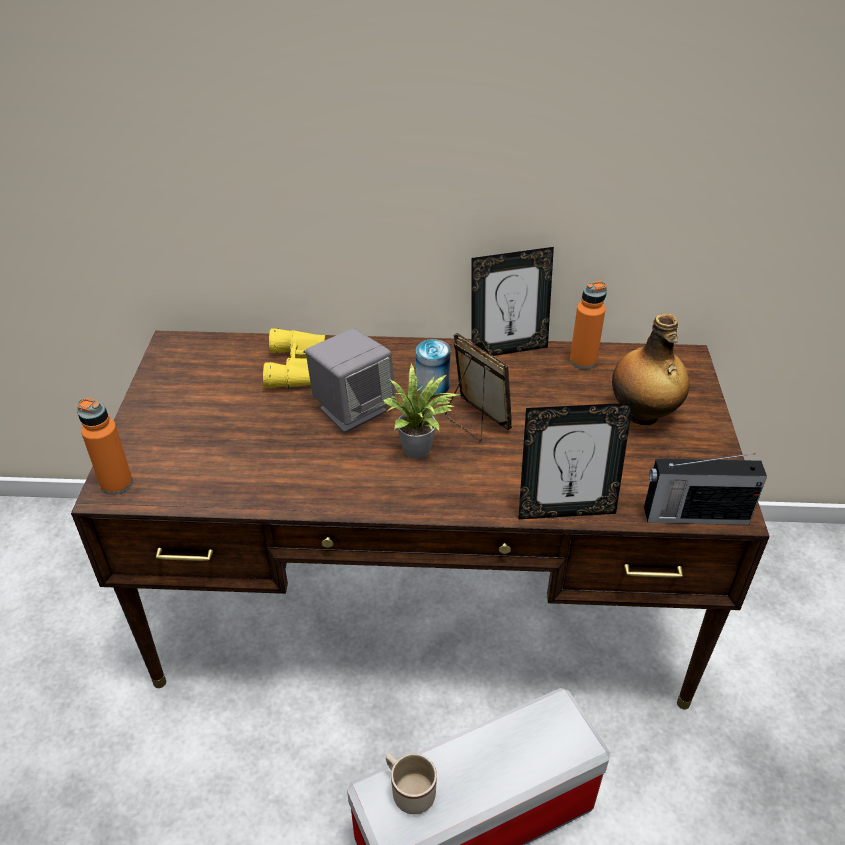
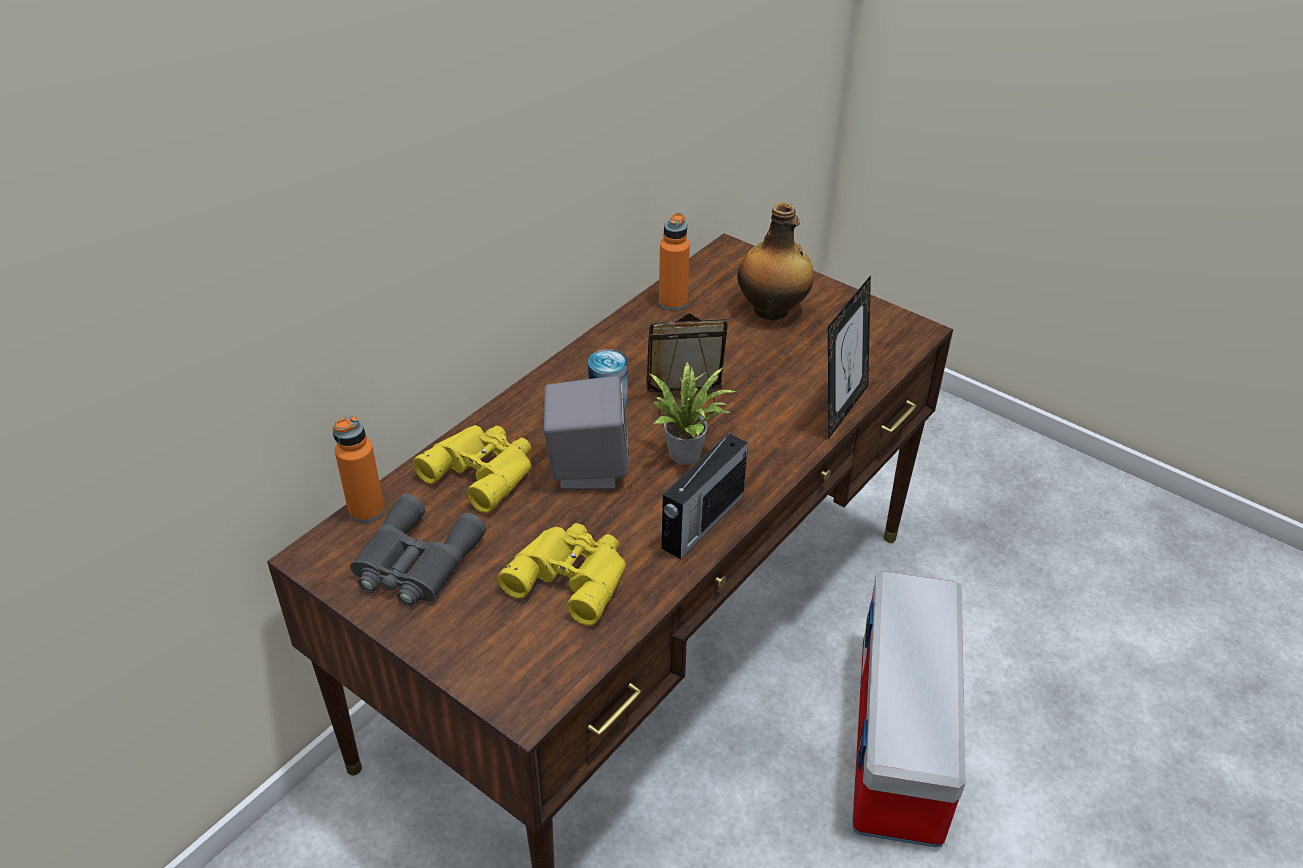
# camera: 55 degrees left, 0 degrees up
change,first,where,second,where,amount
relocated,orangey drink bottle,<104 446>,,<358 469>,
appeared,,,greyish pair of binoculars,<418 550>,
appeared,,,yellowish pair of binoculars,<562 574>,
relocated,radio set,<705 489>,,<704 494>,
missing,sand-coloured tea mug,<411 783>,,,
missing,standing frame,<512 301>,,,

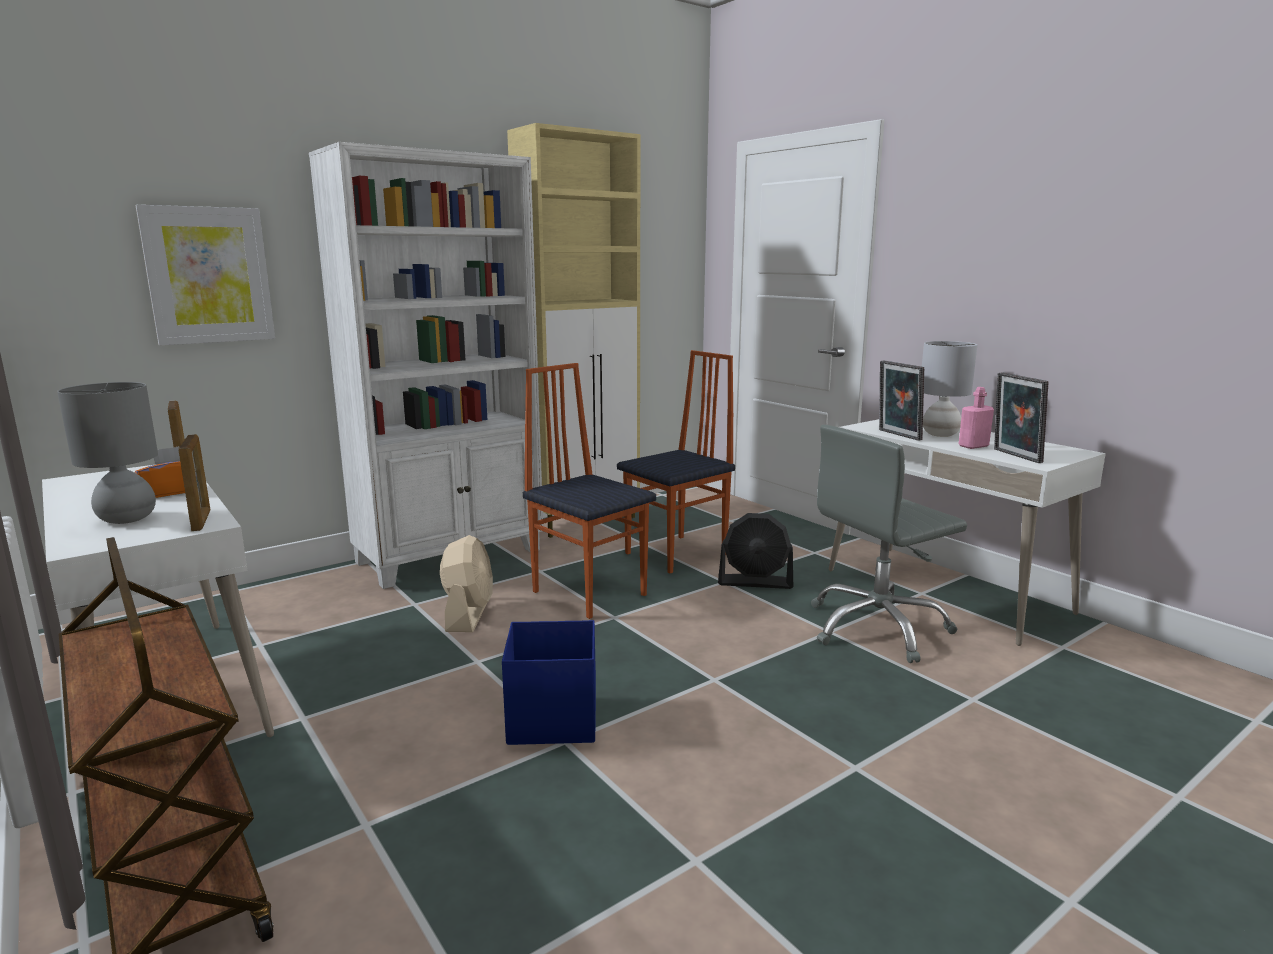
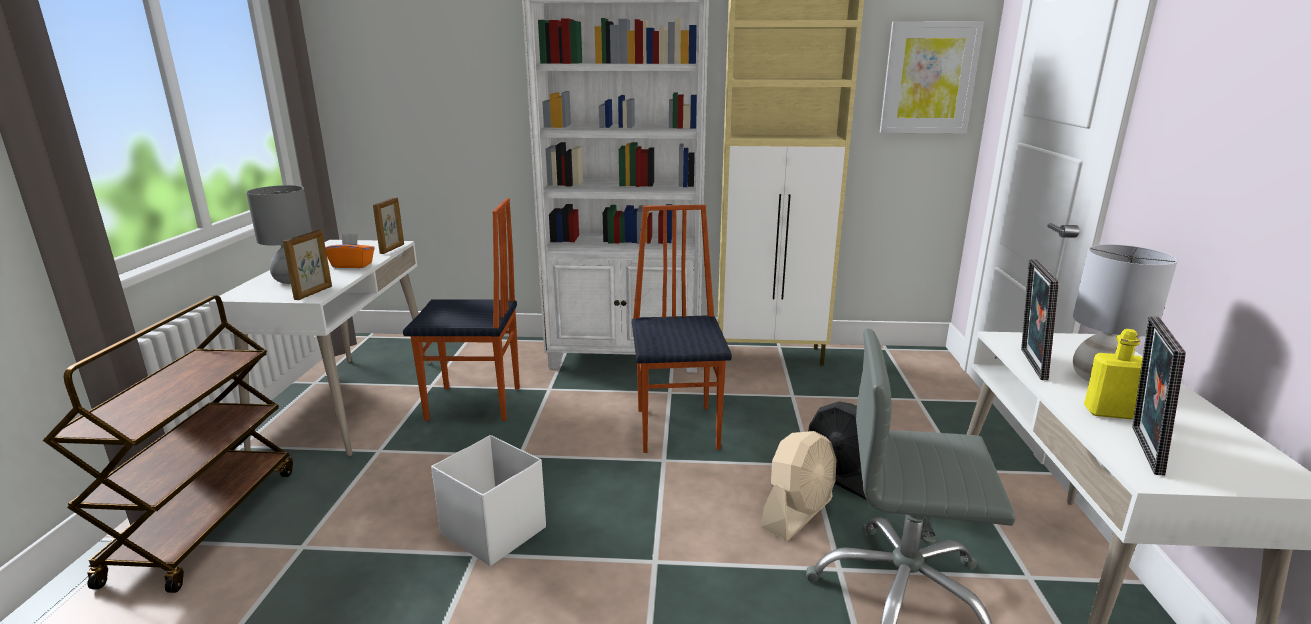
# camera: 40 degrees right, 5 degrees up
change,first,where,second,where,amount
relocated,upright chair,<676 461>,,<461 309>,
colour,bluish storage box,<549 682>,white-coloured storage box,<488 500>,
relocated,sand-coloured cooling fan,<466 583>,,<799 486>,
relocated,wall art,<205 275>,,<932 77>,
colour,pinkish drink bottle,<976 418>,yellowish drink bottle,<1113 374>,

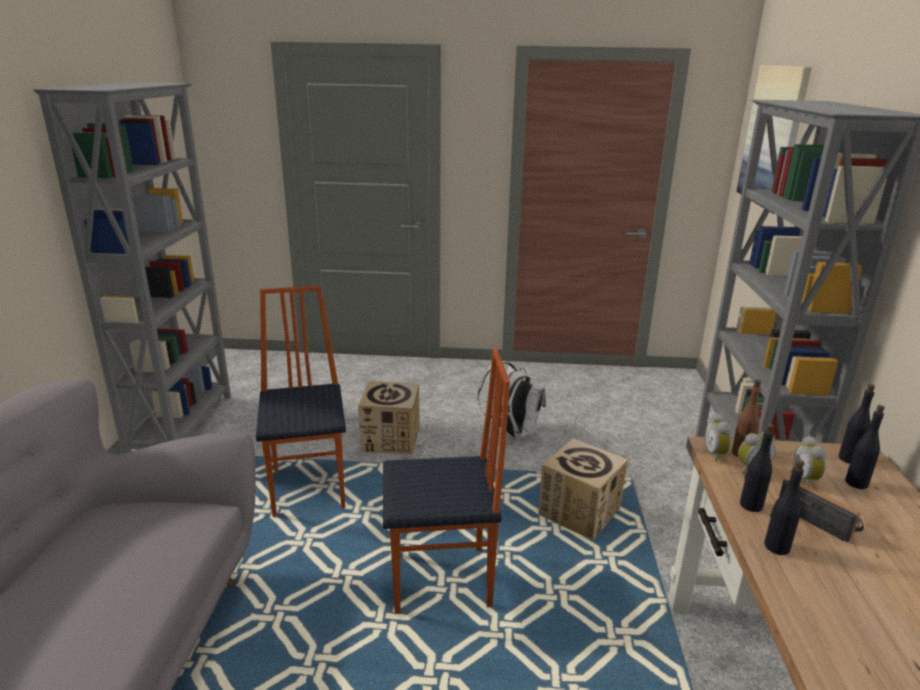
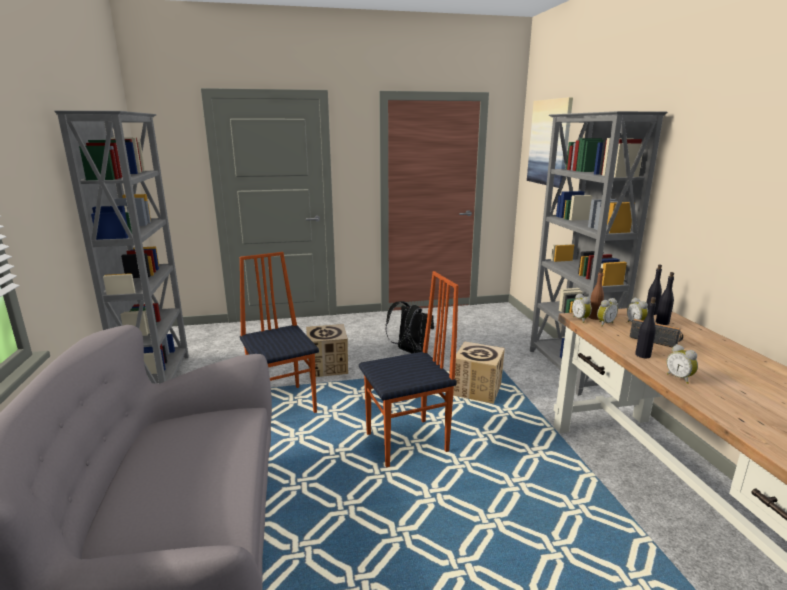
# camera: 15 degrees left, 5 degrees down
change,first,where,second,where,amount
colour,white-coloured backpack,<512 400>,black-coloured backpack,<409 327>,
appeared,,,table clock,<682 364>,
missing,black-coloured drink bottle,<757 468>,,,

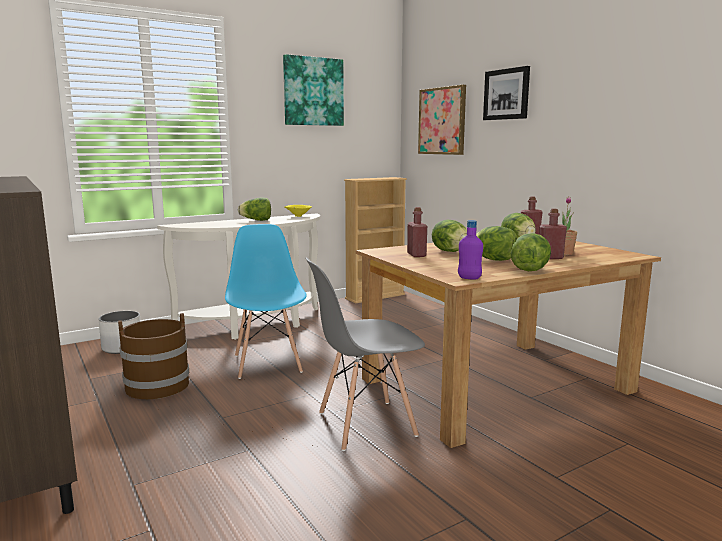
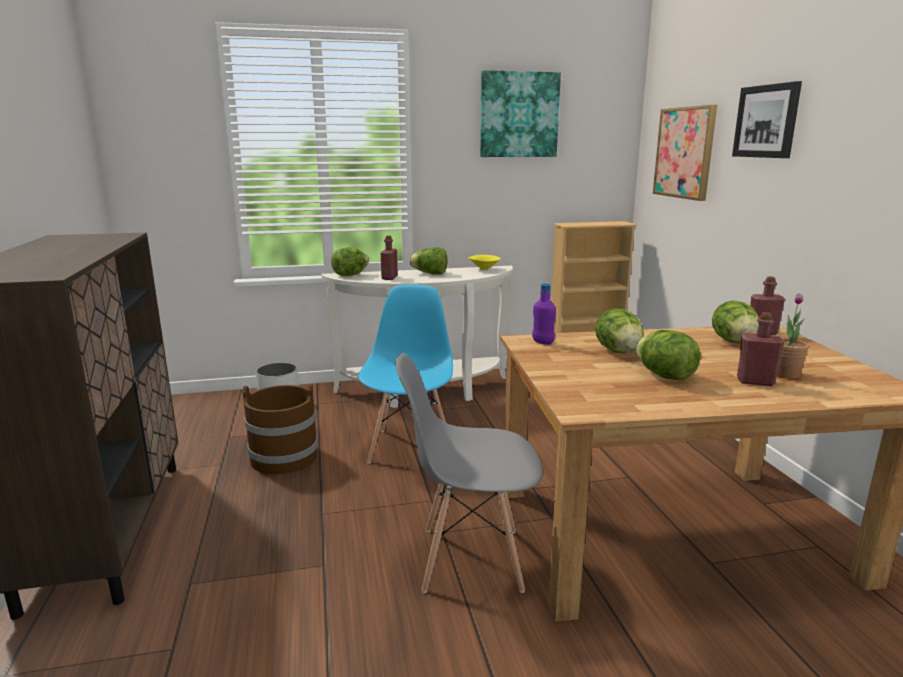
# camera: 20 degrees right, 5 degrees up
change,first,where,second,where,amount
relocated,lettuce,<531 252>,,<350 261>,
relocated,red-coloured drink bottle,<417 232>,,<389 258>,
relocated,purple drink bottle,<470 249>,,<544 314>,

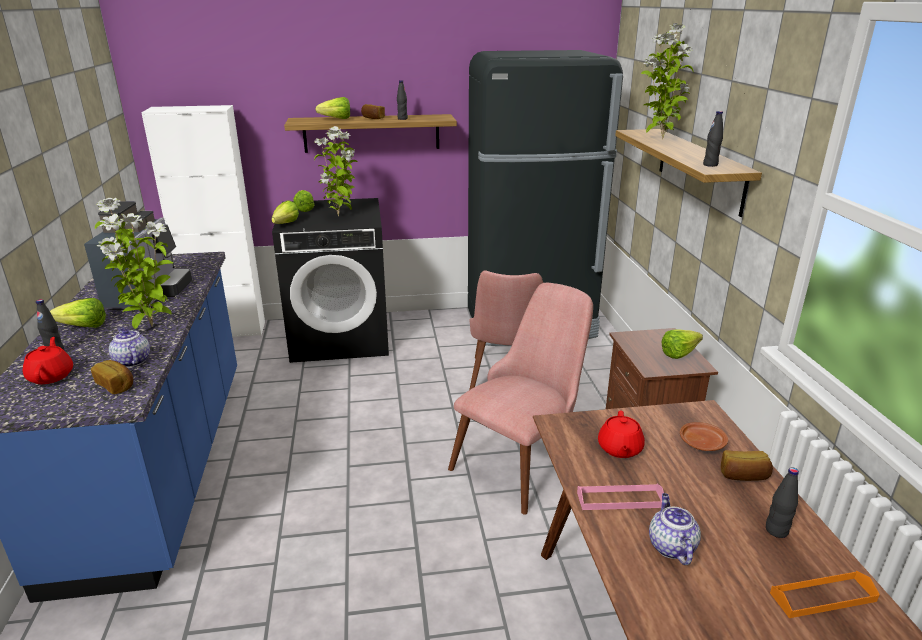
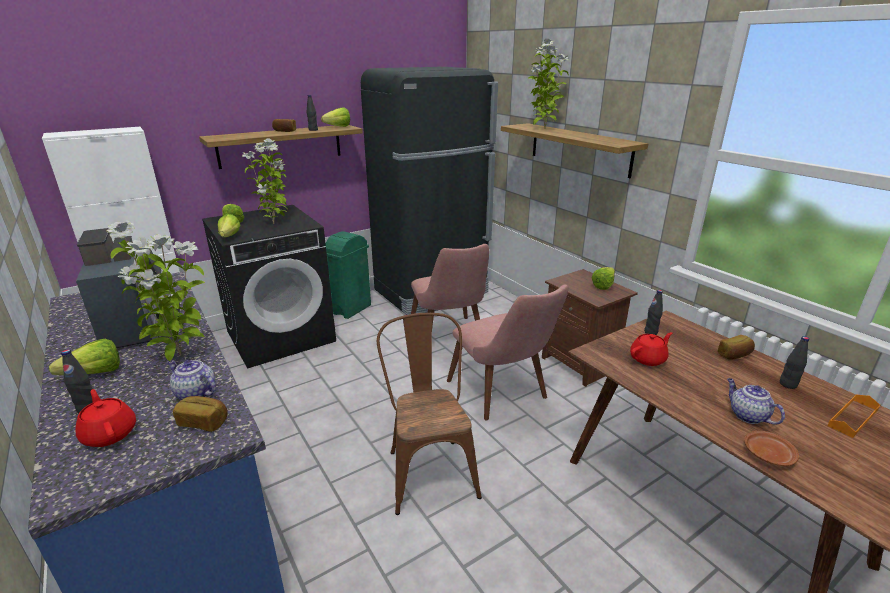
# camera: 25 degrees left, 0 degrees up
change,first,where,second,where,amount
relocated,lettuce,<332 108>,,<335 117>,
appeared,,,green trash can,<348 275>,
appeared,,,brown upright chair,<429 414>,
spun,pinkish upright chair,<520 399>,,<508 352>,135 degrees clockwise
spun,red-coloured pot for tea,<621 434>,,<651 349>,105 degrees counterclockwise
relocated,black-coloured drink bottle,<713 139>,,<653 312>,
relocated,brown dinner plate,<704 436>,,<771 448>,
missing,pinkish carrying tray,<620 497>,,,

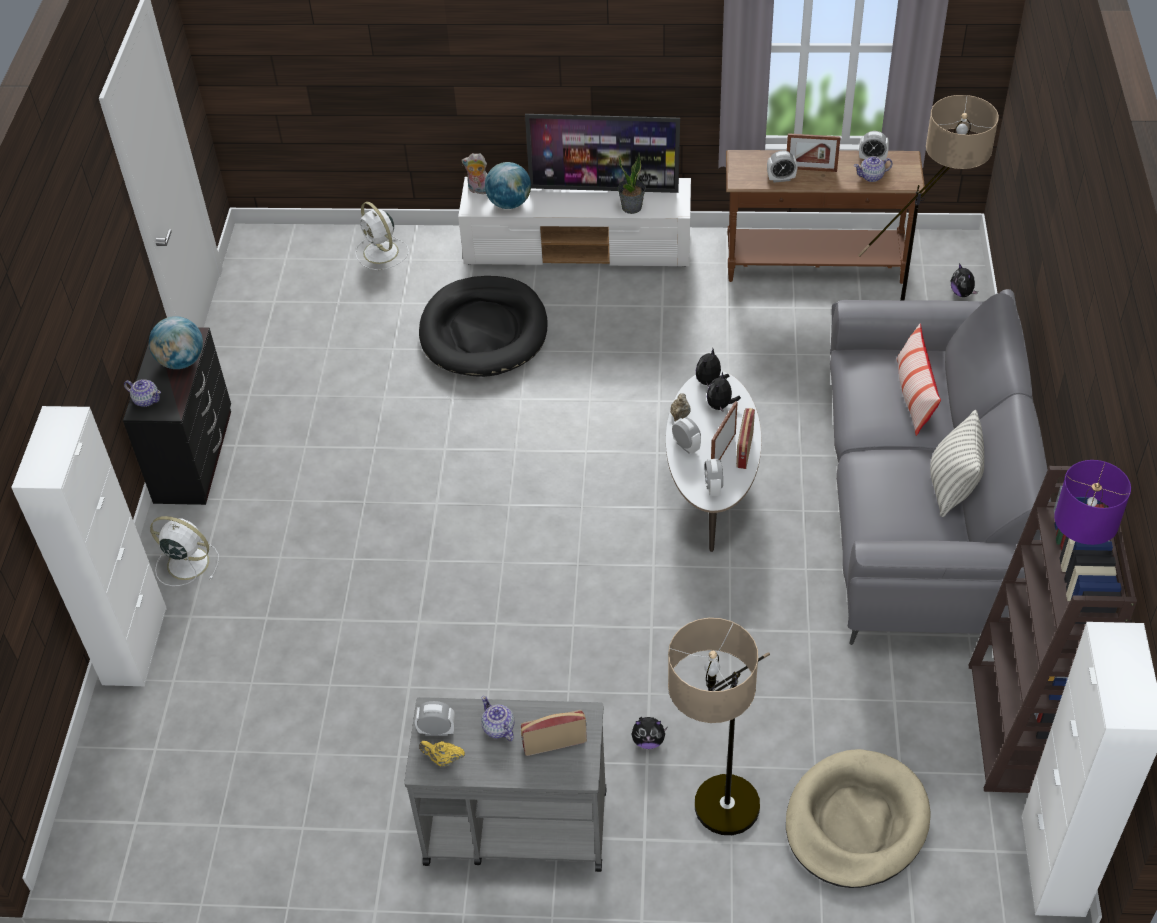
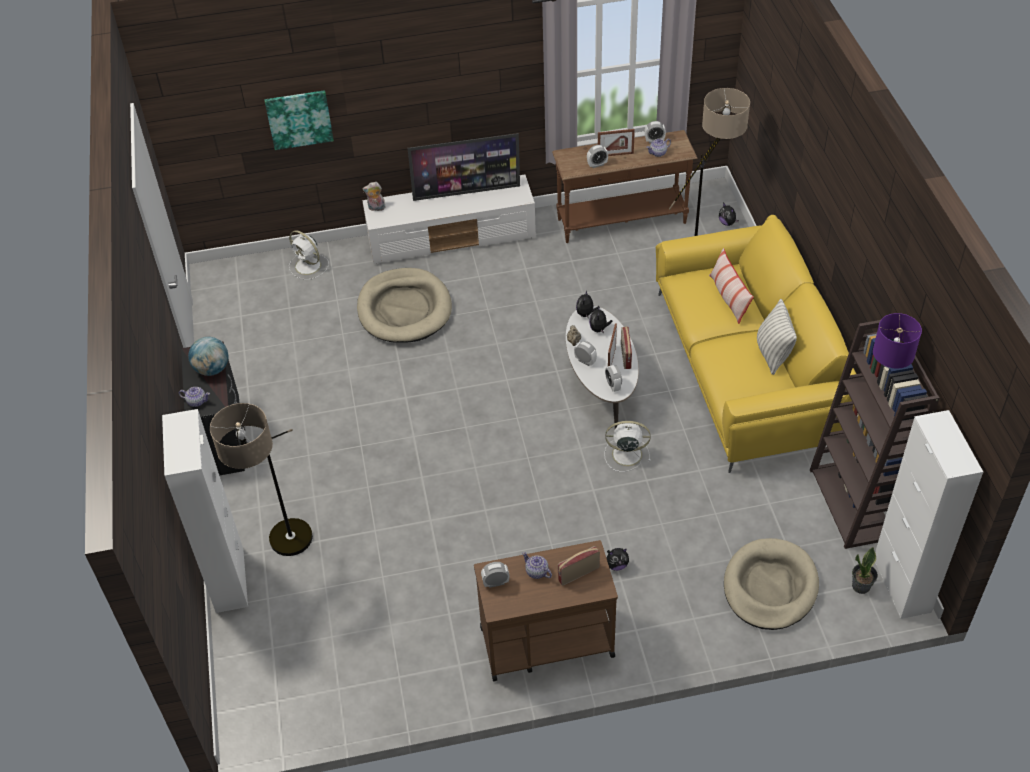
# camera: 15 degrees left, 0 degrees up
change,first,where,second,where,amount
relocated,standard lamp,<719 726>,,<261 479>,
appeared,,,wall art,<299 120>,
colour,black-coloured pet bed,<483 326>,sand-coloured pet bed,<404 305>,
colour,greyish wheeled cart,<505 784>,brown wheeled cart,<546 610>,
relocated,white-coloured cooling fan,<184 551>,,<627 446>,
colour,greyish settee,<940 467>,yellowish settee,<756 344>,
relocated,houseplant,<632 183>,,<865 570>,
missing,yellowish pot for tea,<442 754>,,,
missing,desk globe,<508 185>,,,

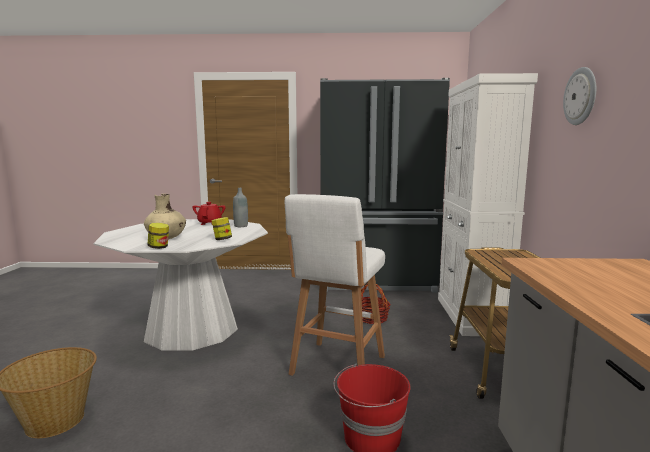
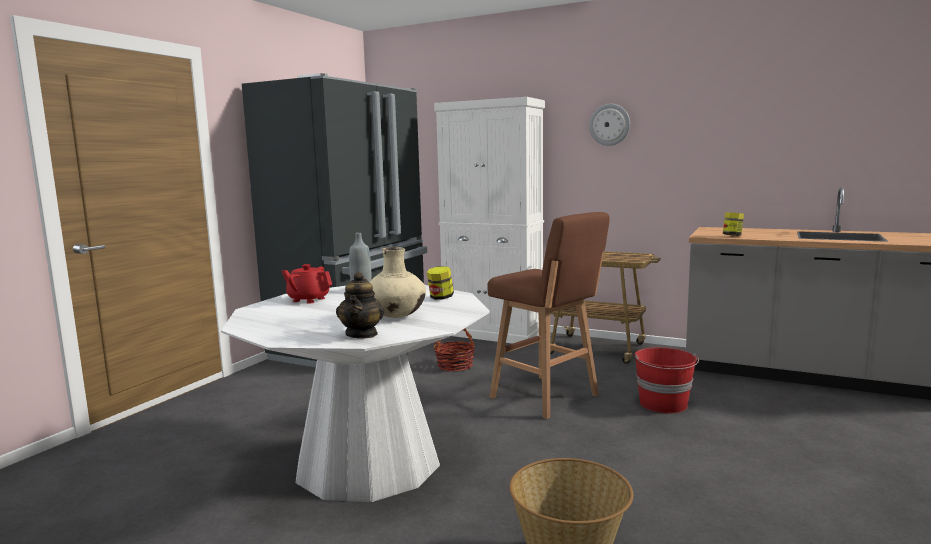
# camera: 65 degrees left, 0 degrees up
change,first,where,second,where,amount
appeared,,,pot for tea,<360 305>,
colour,white-coloured stool,<335 285>,brown stool,<548 315>,
relocated,jar,<158 236>,,<733 224>,

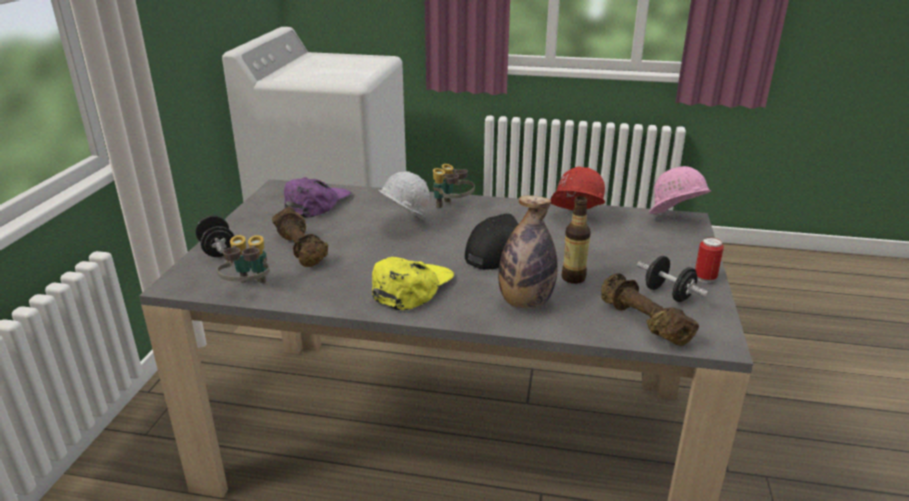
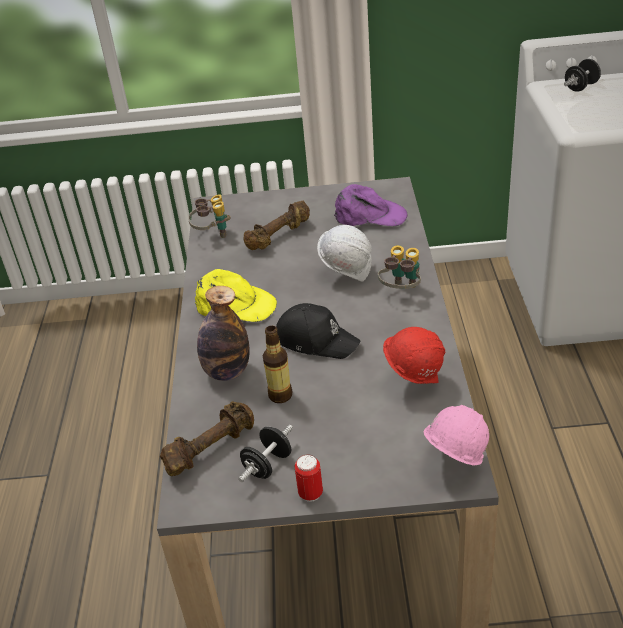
# camera: 80 degrees right, 10 degrees up
change,first,where,second,where,amount
relocated,black-coloured free weight,<214 236>,,<582 75>,

